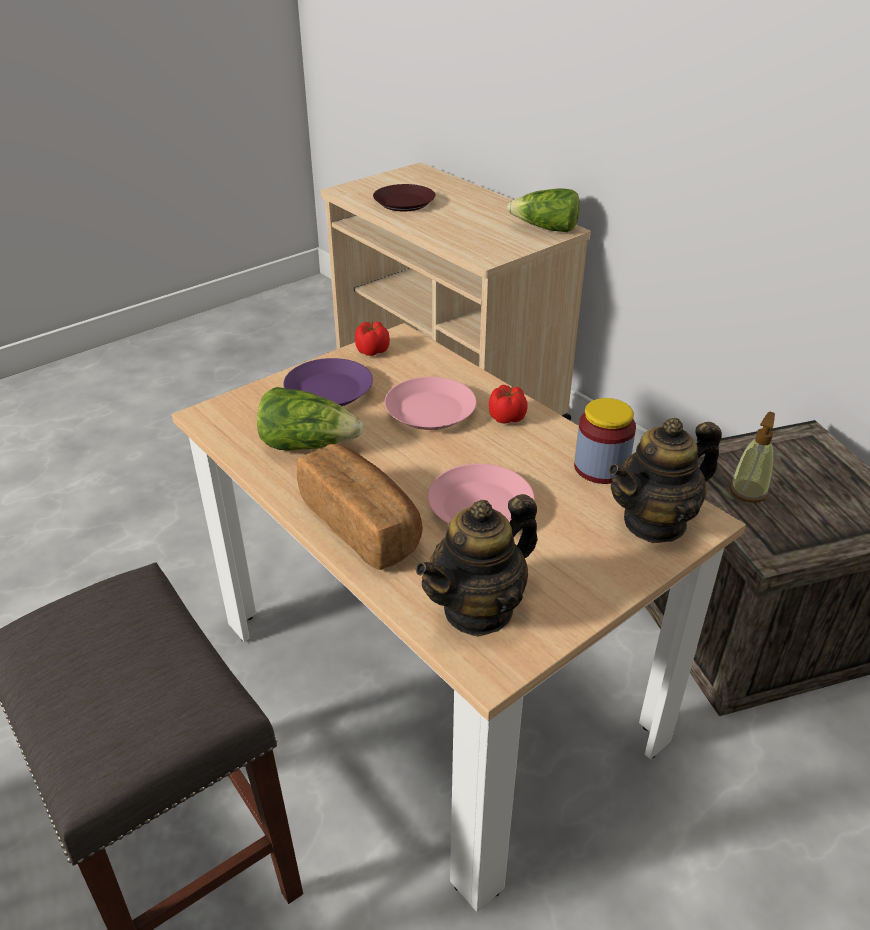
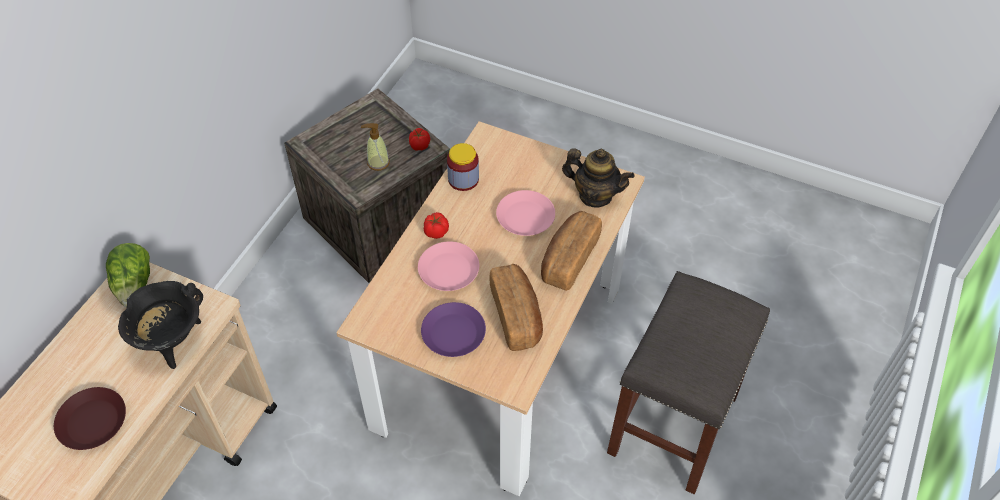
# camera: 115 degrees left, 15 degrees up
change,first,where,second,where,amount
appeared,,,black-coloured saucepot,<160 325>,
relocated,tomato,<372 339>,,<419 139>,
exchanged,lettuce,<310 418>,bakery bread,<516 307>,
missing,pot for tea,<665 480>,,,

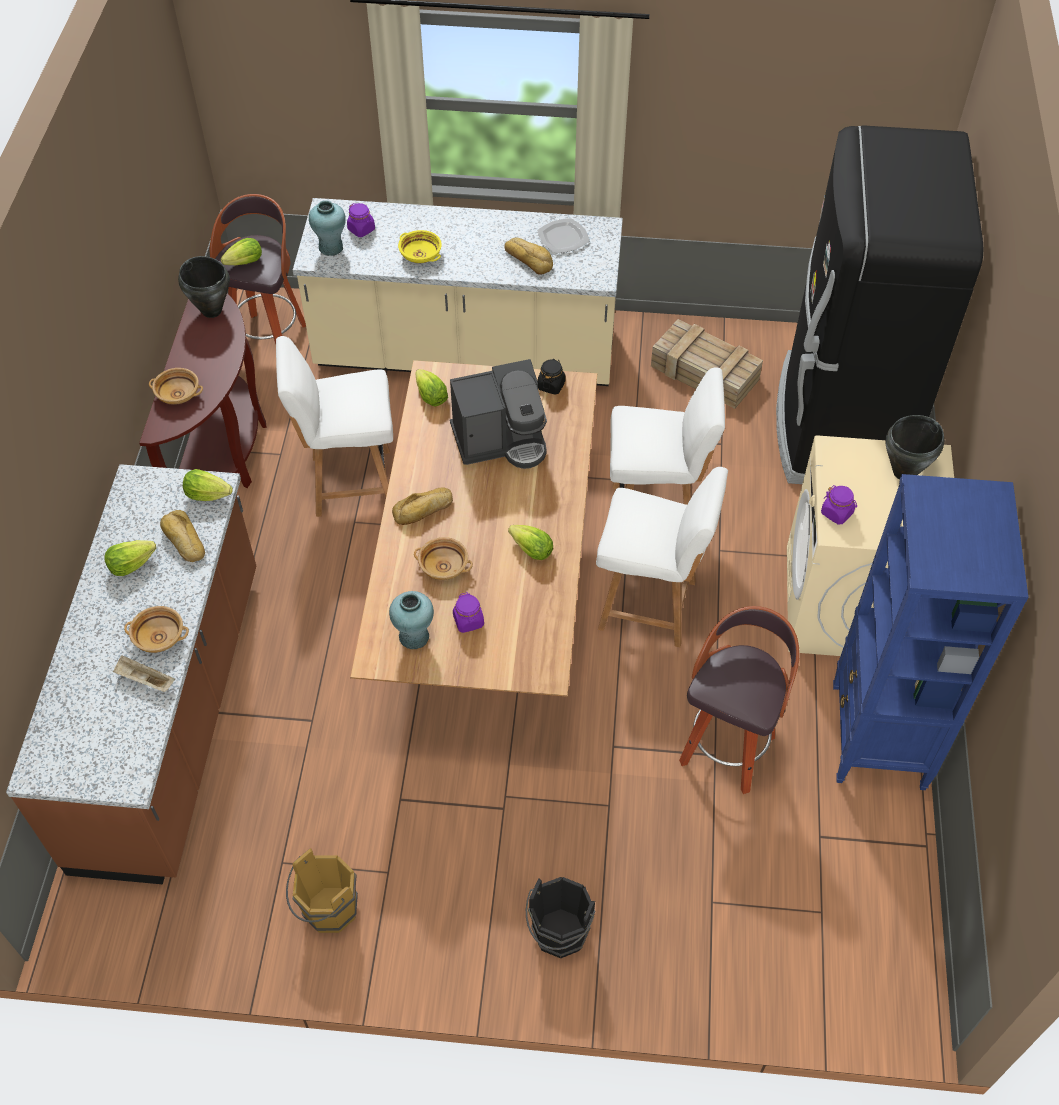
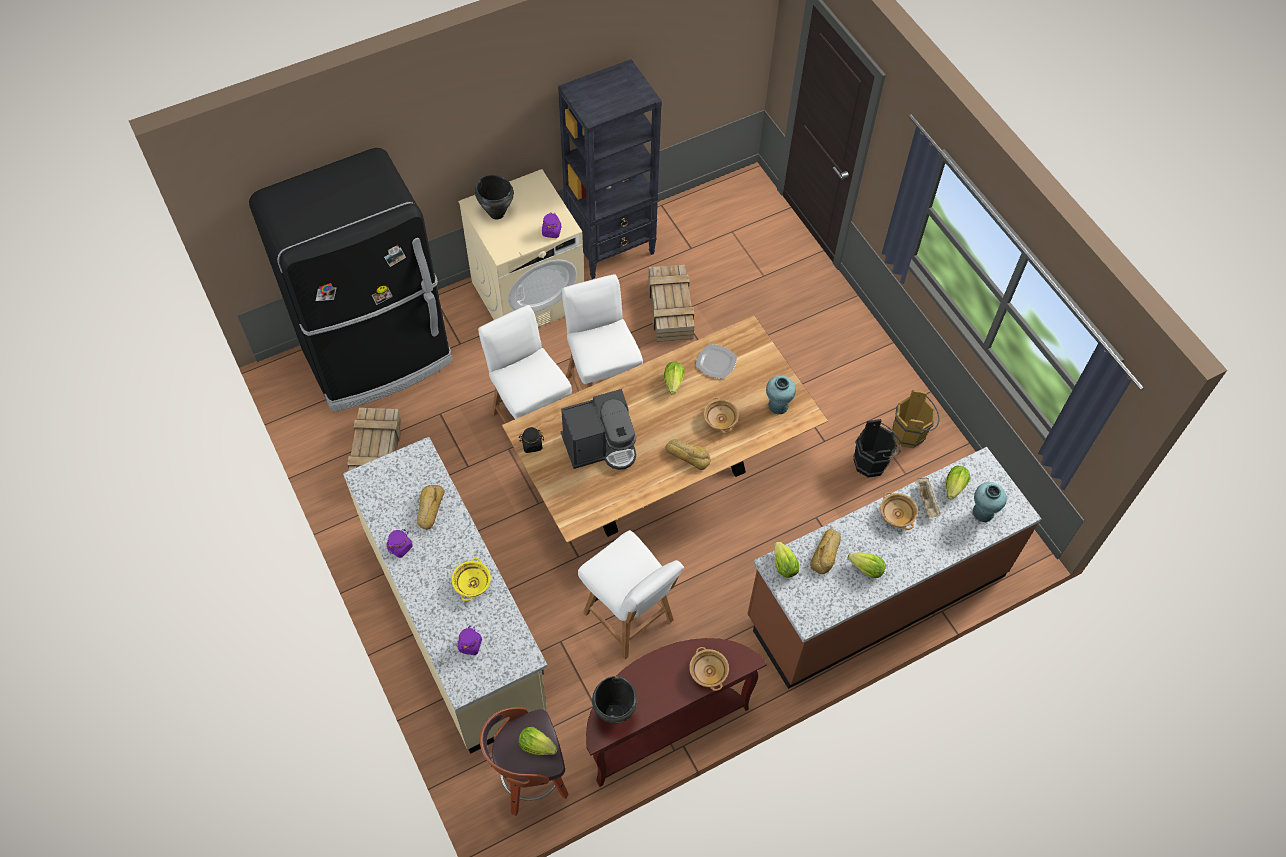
# camera: 125 degrees left, 5 degrees up
change,first,where,second,where,amount
relocated,purple jar,<468 612>,,<399 543>,
colour,bluish bookcase,<930 632>,black-coloured bookcase,<610 169>,
spun,coffee maker,<498 414>,,<599 429>,120 degrees clockwise
exchanged,stool,<739 700>,crate,<671 303>,
relocated,dinner plate,<563 236>,,<716 361>,
relocated,black-coloured bucket,<560 917>,,<877 448>,
relocated,lettuce,<431 387>,,<958 483>,
relocated,blue-green decorative vase,<327 228>,,<990 502>,

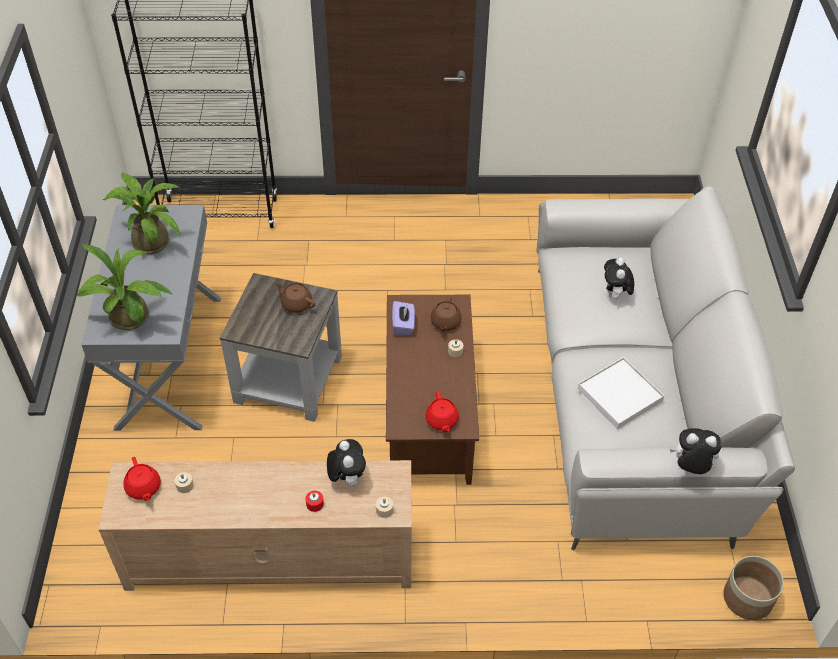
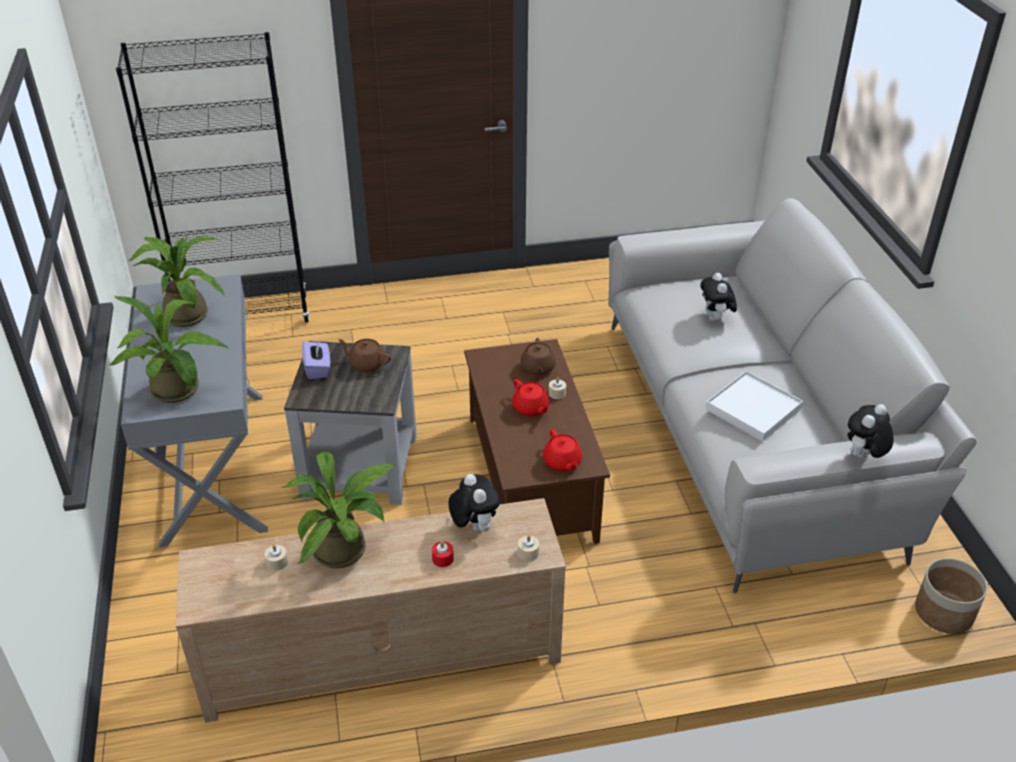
# camera: 10 degrees left, 10 degrees down
change,first,where,second,where,amount
appeared,,,houseplant,<339 510>,
relocated,purple box of tissues,<403 318>,,<316 359>,
relocated,red-coloured pot for tea,<142 479>,,<531 397>,
spun,plush toy,<696 451>,,<870 431>,45 degrees counterclockwise

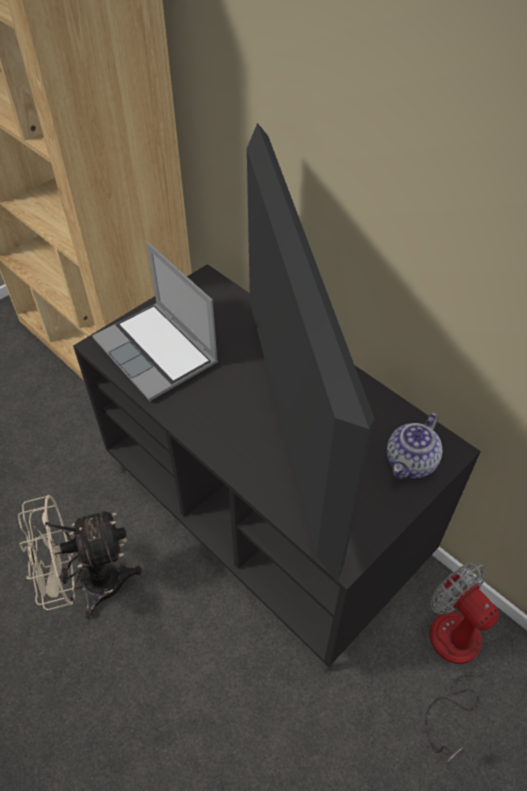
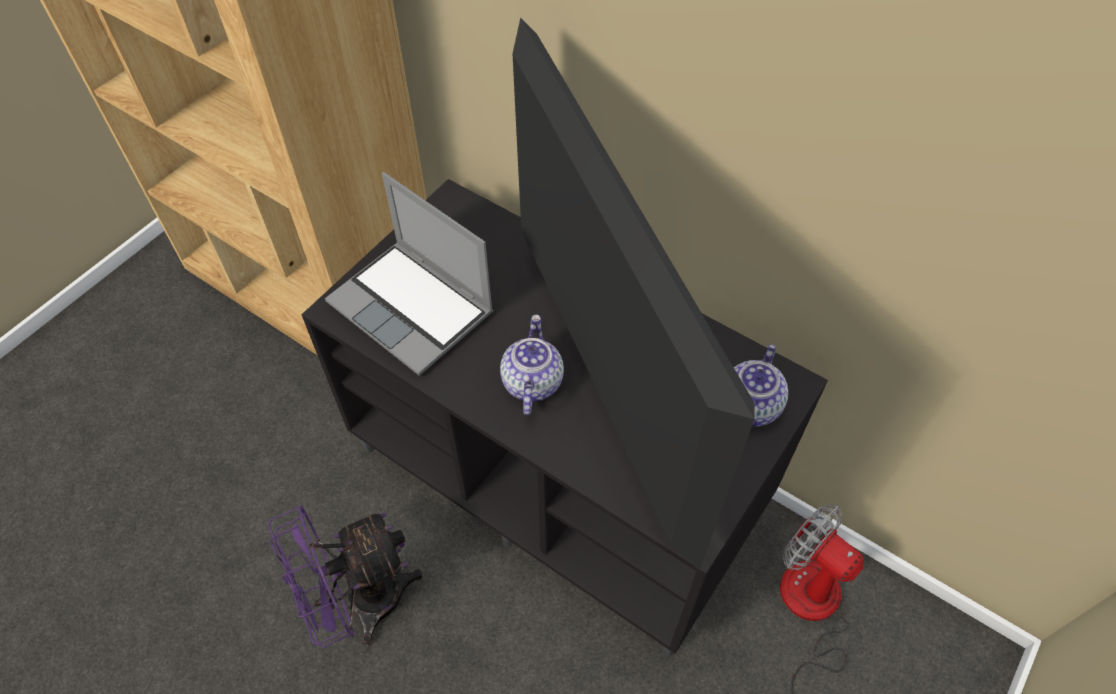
# camera: 10 degrees left, 5 degrees up
change,first,where,second,where,amount
colour,sand-coloured cooling fan,<80 557>,purple cooling fan,<345 576>,
appeared,,,pot for tea,<532 364>,

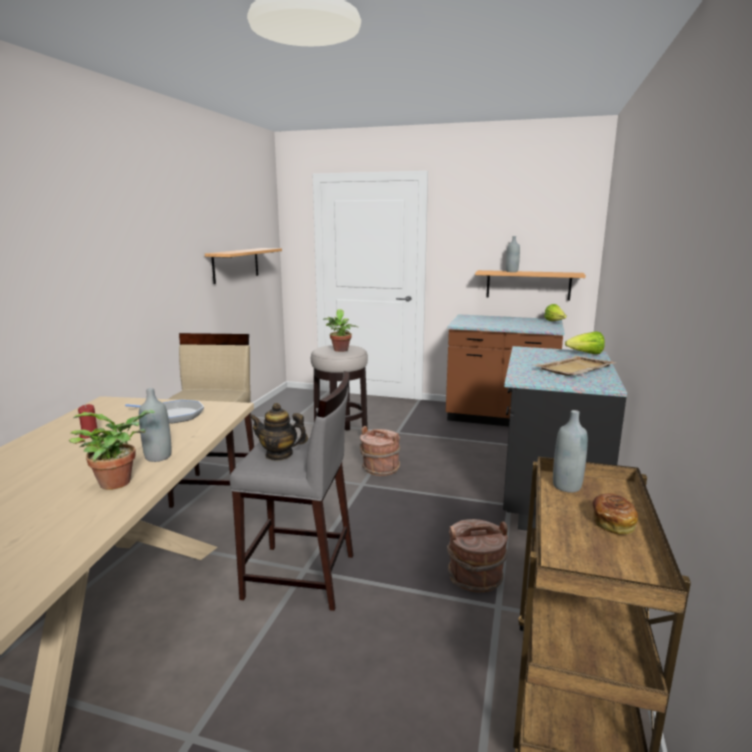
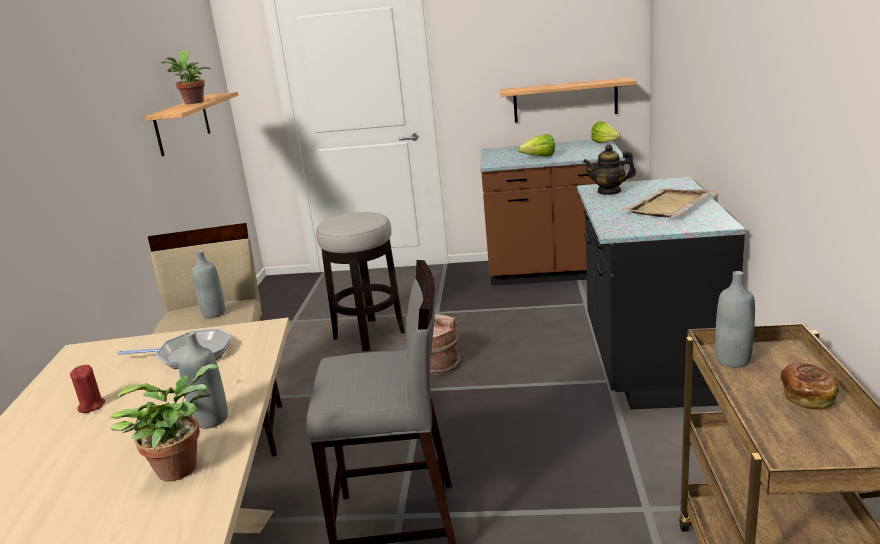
# camera: 10 degrees left, 5 degrees up
change,first,where,second,where,amount
relocated,houseplant,<340 330>,,<186 77>,
relocated,greyish drink bottle,<513 254>,,<208 284>,
relocated,lettuce,<585 342>,,<536 145>,
relocated,pot for tea,<278 432>,,<609 170>,
missing,brown bucket,<477 556>,,,

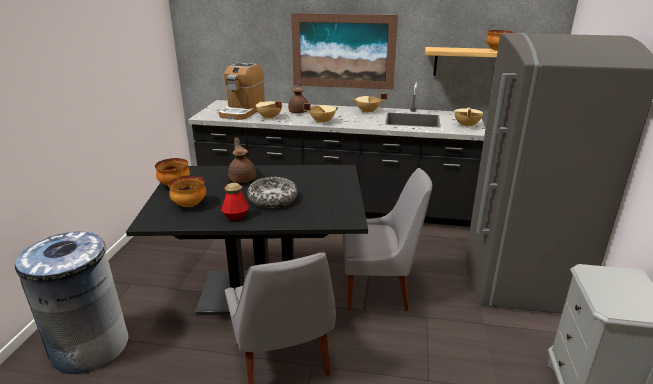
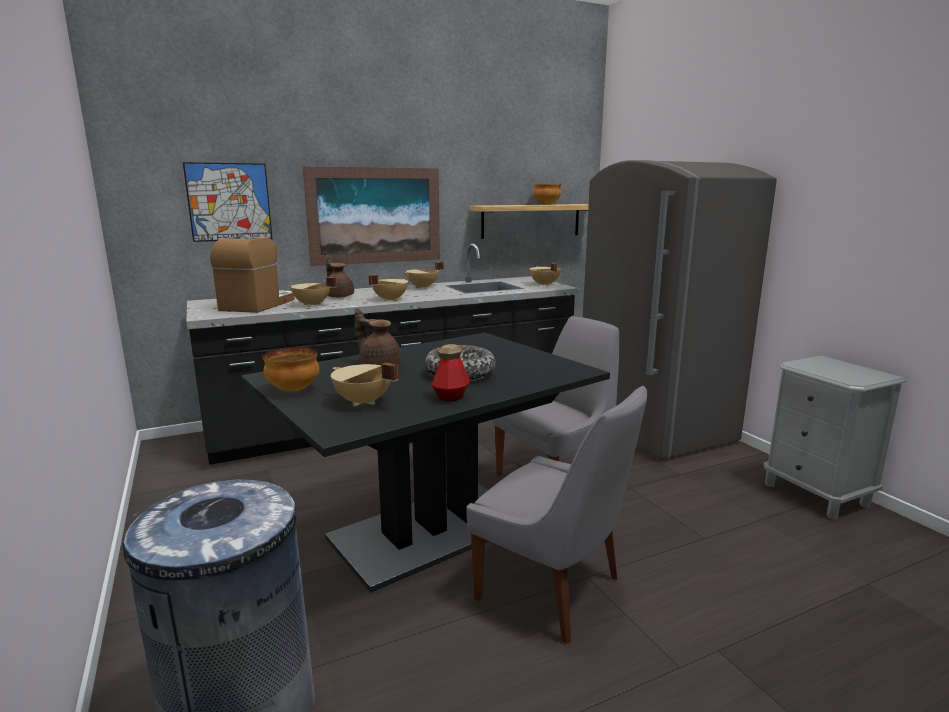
# camera: 35 degrees left, 10 degrees down
change,first,where,second,where,amount
appeared,,,wall art,<227 202>,
spun,coffee maker,<242 91>,,<252 274>,150 degrees counterclockwise
exchanged,bowl,<187 191>,sand-coloured saucepot,<364 384>,

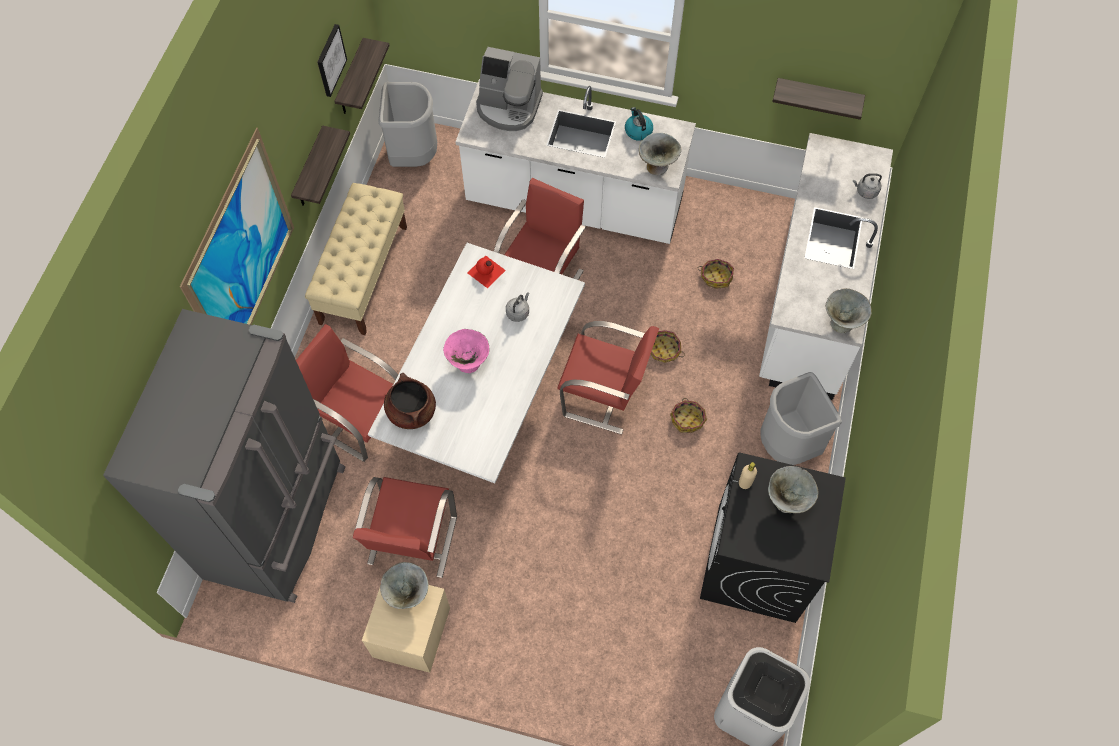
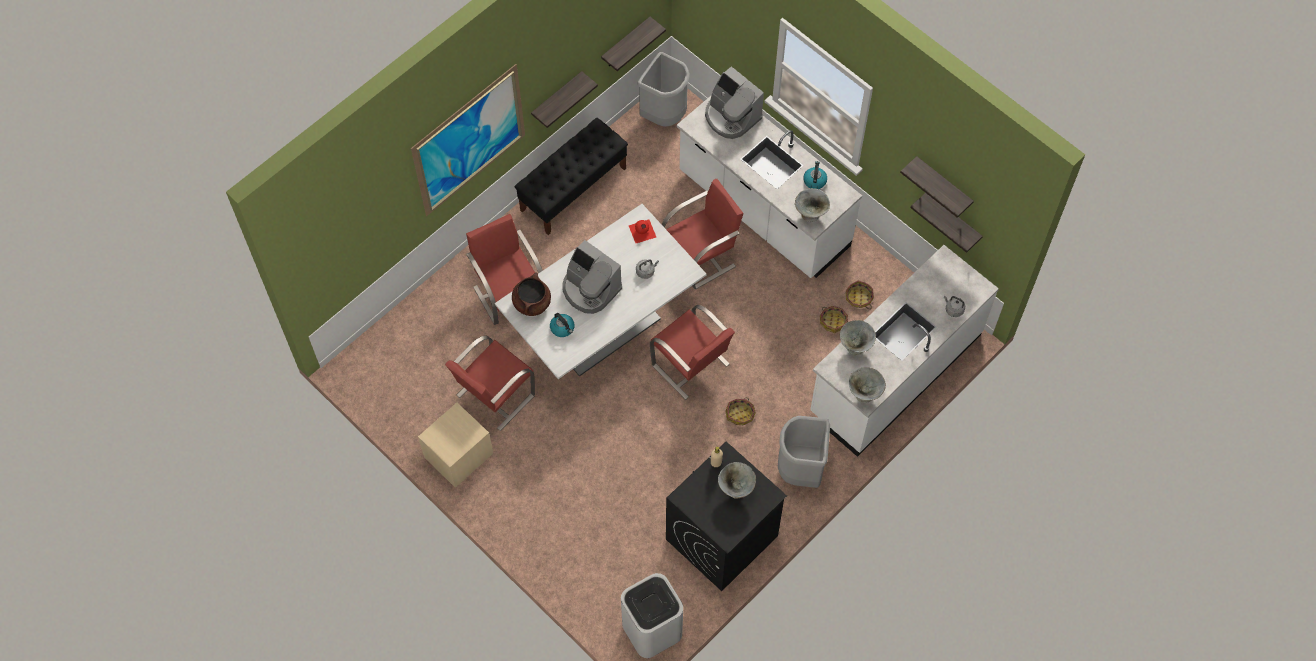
# camera: 30 degrees right, 0 degrees up
change,first,where,second,where,amount
colour,sand-coloured long seat,<356 259>,black-coloured long seat,<571 176>,
appeared,,,kettle,<562 325>,
exchanged,pinkish bowl,<466 351>,coffee maker,<592 277>,
relocated,greyish bowl,<404 585>,,<858 337>,
relocated,basket,<668 346>,,<860 294>,
appeared,,,wall shelf,<937 187>,
missing,greyish refrigerator,<224 456>,,,
missing,wall art,<332 60>,,,

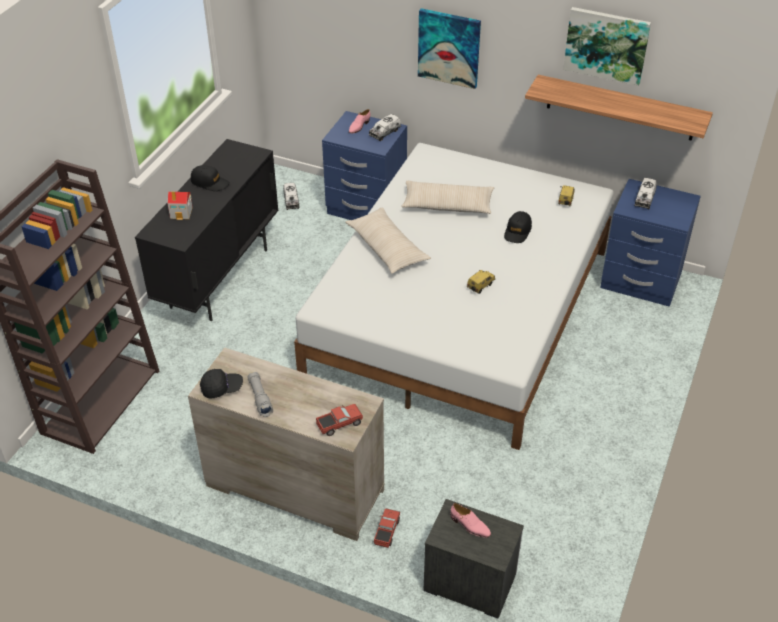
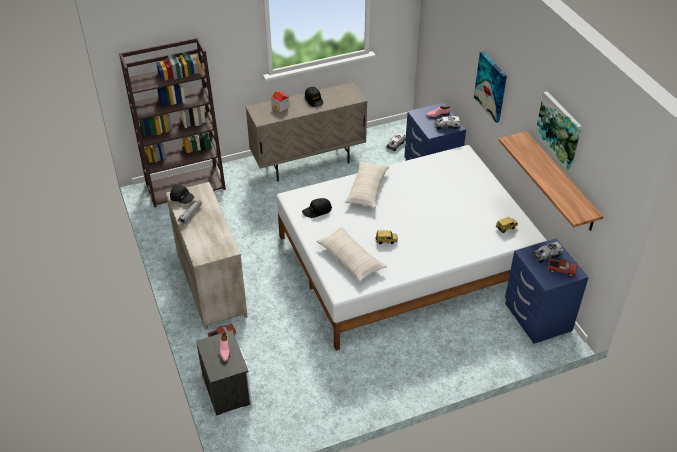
# camera: 45 degrees right, 0 degrees up
change,first,where,second,where,amount
colour,black-coloured storage cabinet,<206 230>,sand-coloured storage cabinet,<306 132>,
relocated,black-coloured baseball cap,<518 227>,,<317 208>,
relocated,sand-coloured cushion,<447 197>,,<351 254>,
relocated,toy lorry,<339 420>,,<562 268>,

